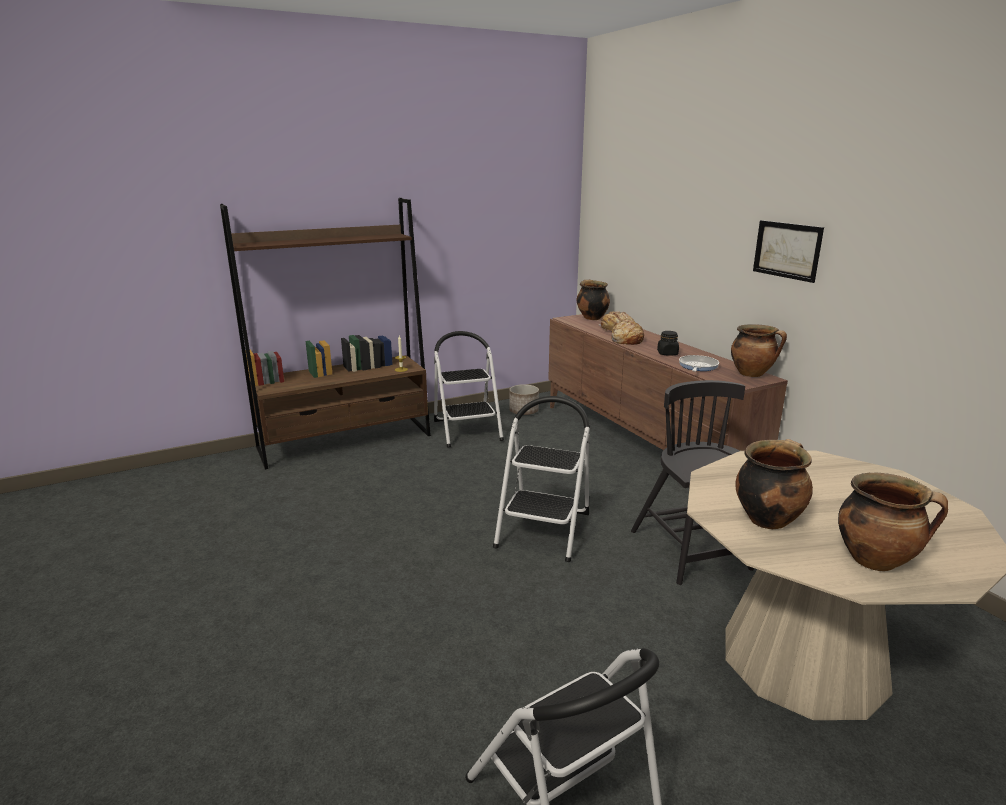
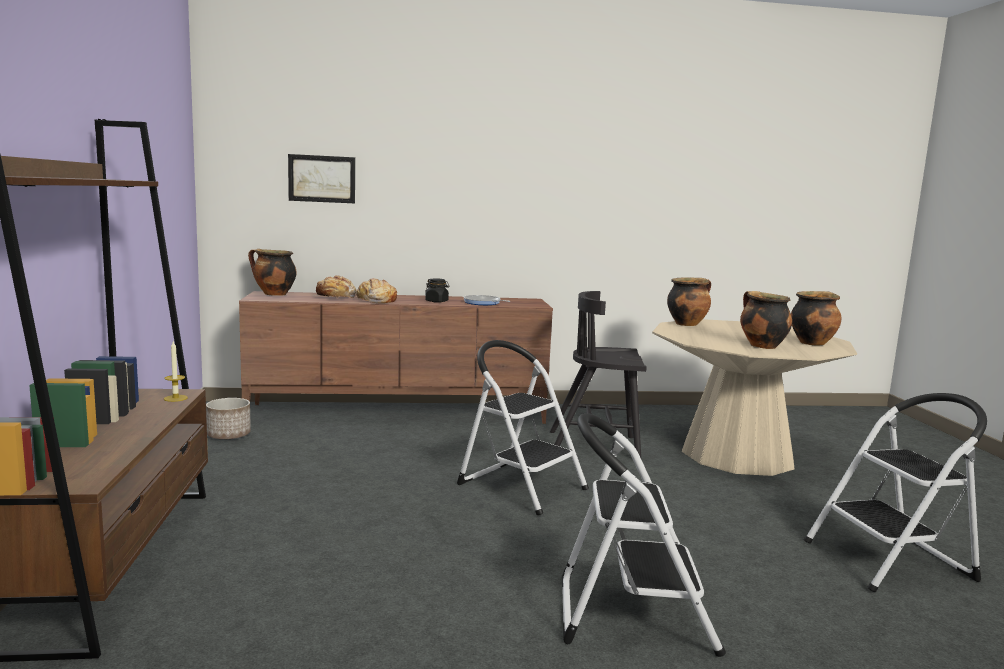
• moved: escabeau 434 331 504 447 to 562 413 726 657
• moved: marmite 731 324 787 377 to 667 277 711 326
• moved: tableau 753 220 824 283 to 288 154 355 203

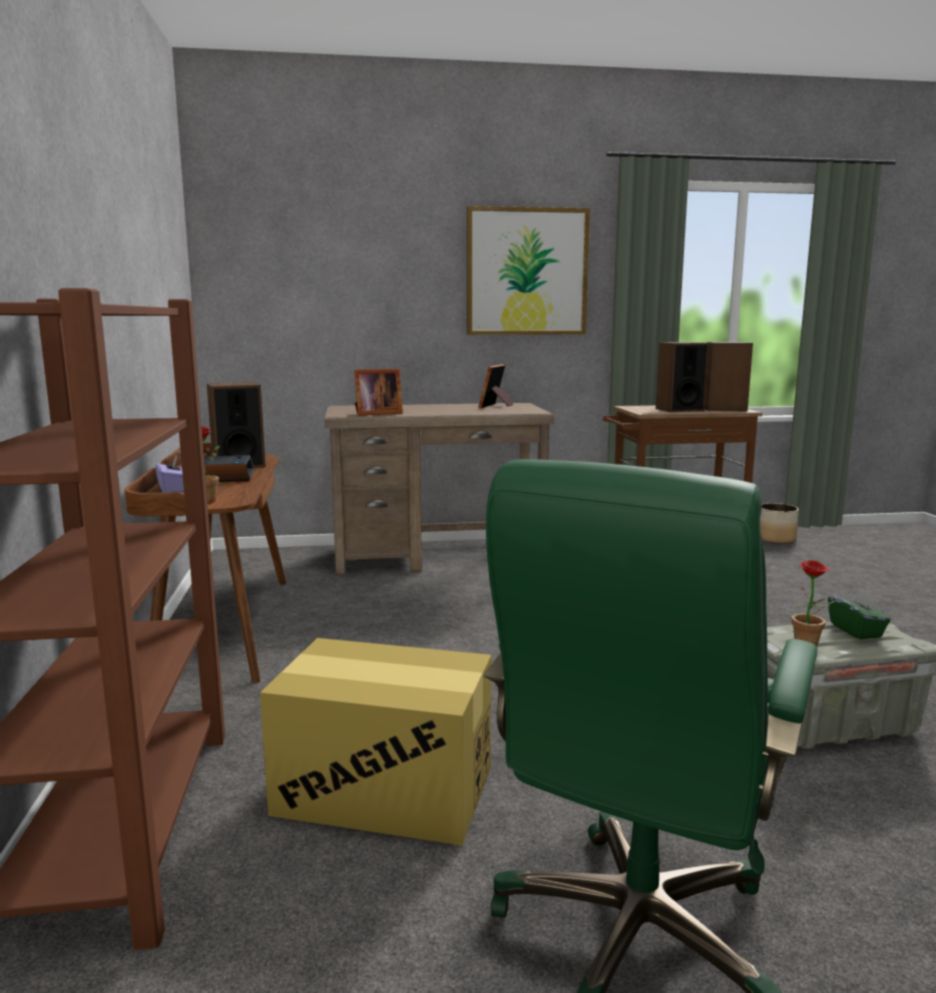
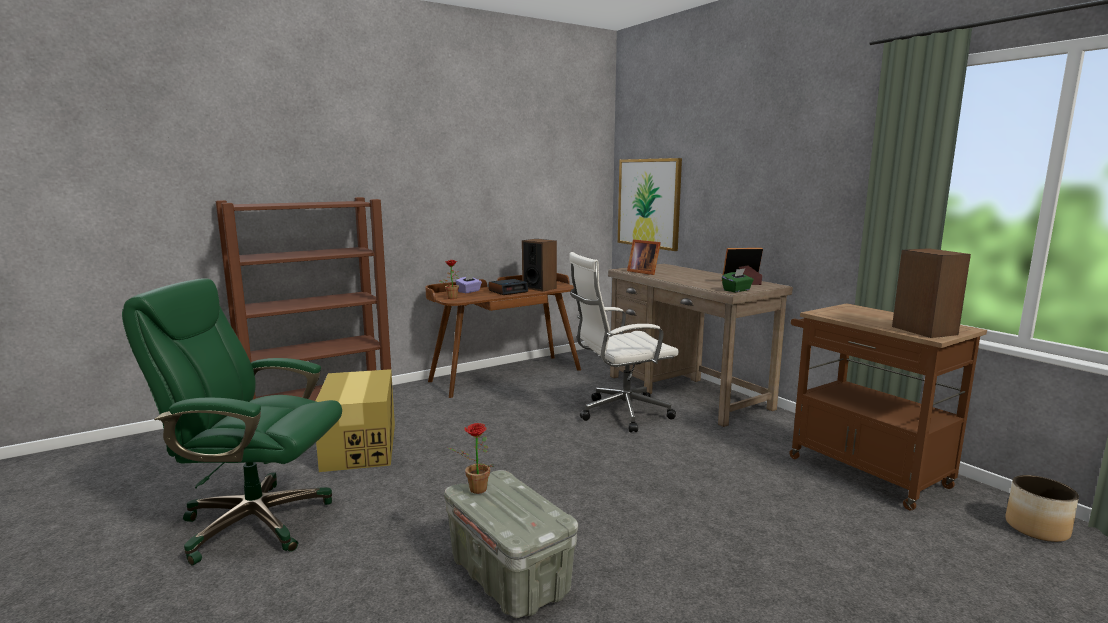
• removed: enceinte 656 342 709 412
• added: chaise de bureau [blanc] 570 252 679 432
• moved: tableau 467 206 590 335 to 618 158 682 251
• moved: boîte à mouchoirs [vert] 828 588 891 639 to 722 268 754 292

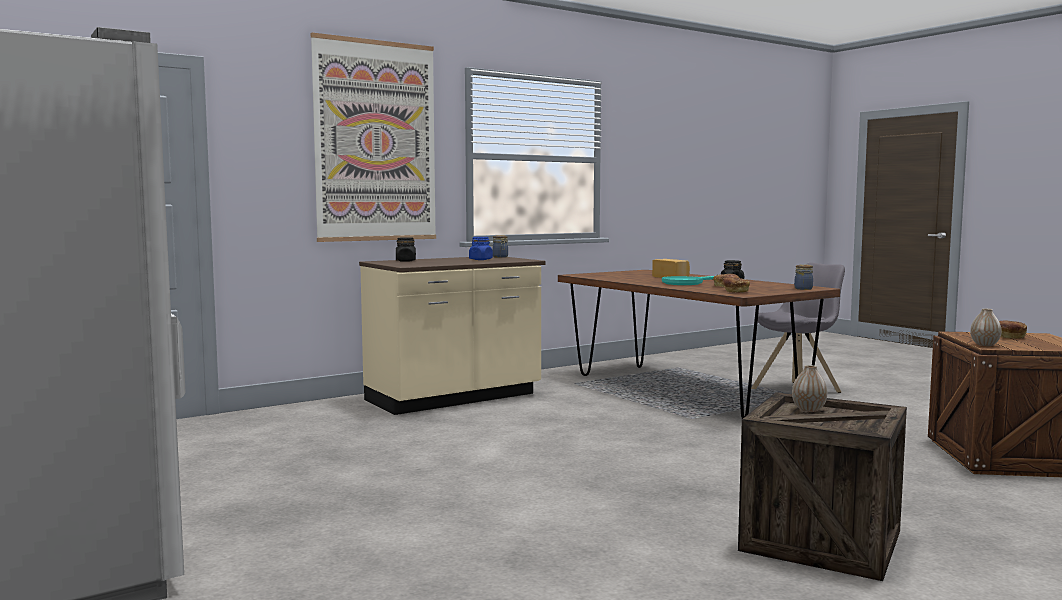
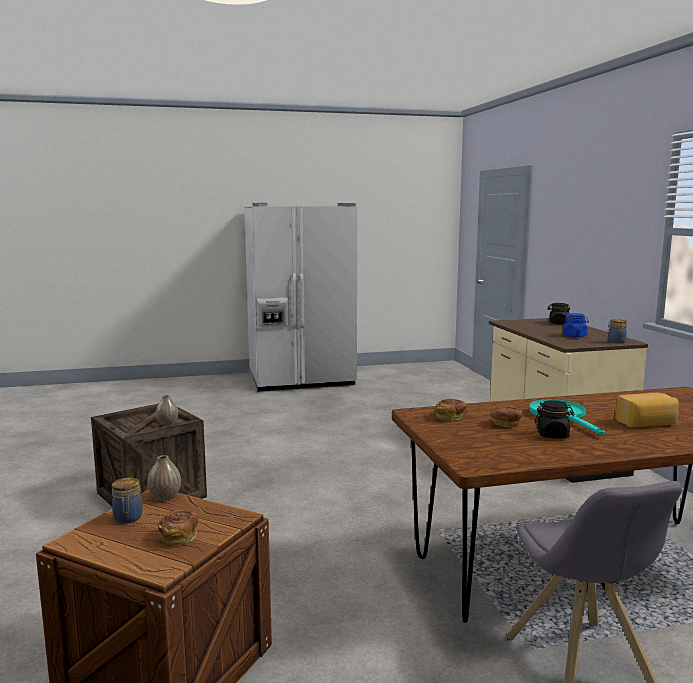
• removed: tableau 311 33 436 242
• moved: bocal 794 264 813 290 to 112 478 143 523

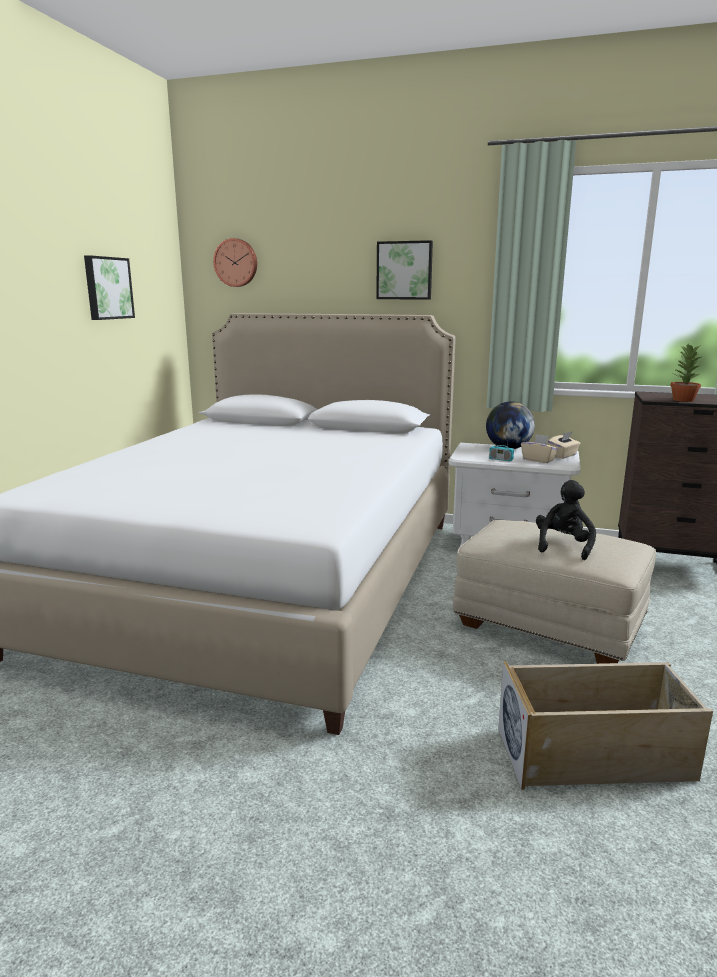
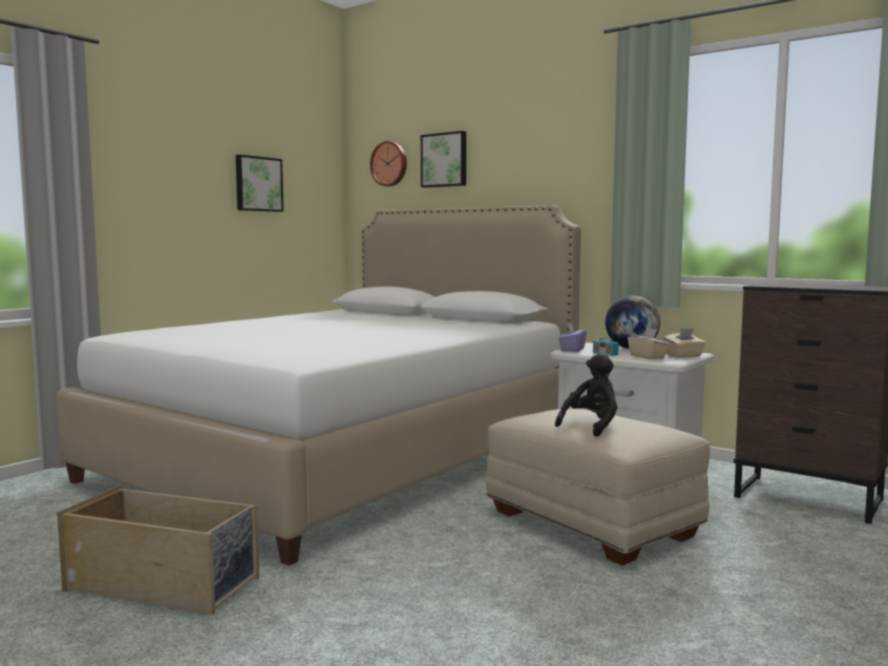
• removed: plante en pot 670 344 702 402
• added: boîte à mouchoirs [violet] 558 323 587 352
• moved: tableau 376 240 433 299 to 421 131 466 188
• moved: boîte de rangement [beige] 498 661 713 790 to 57 485 259 615

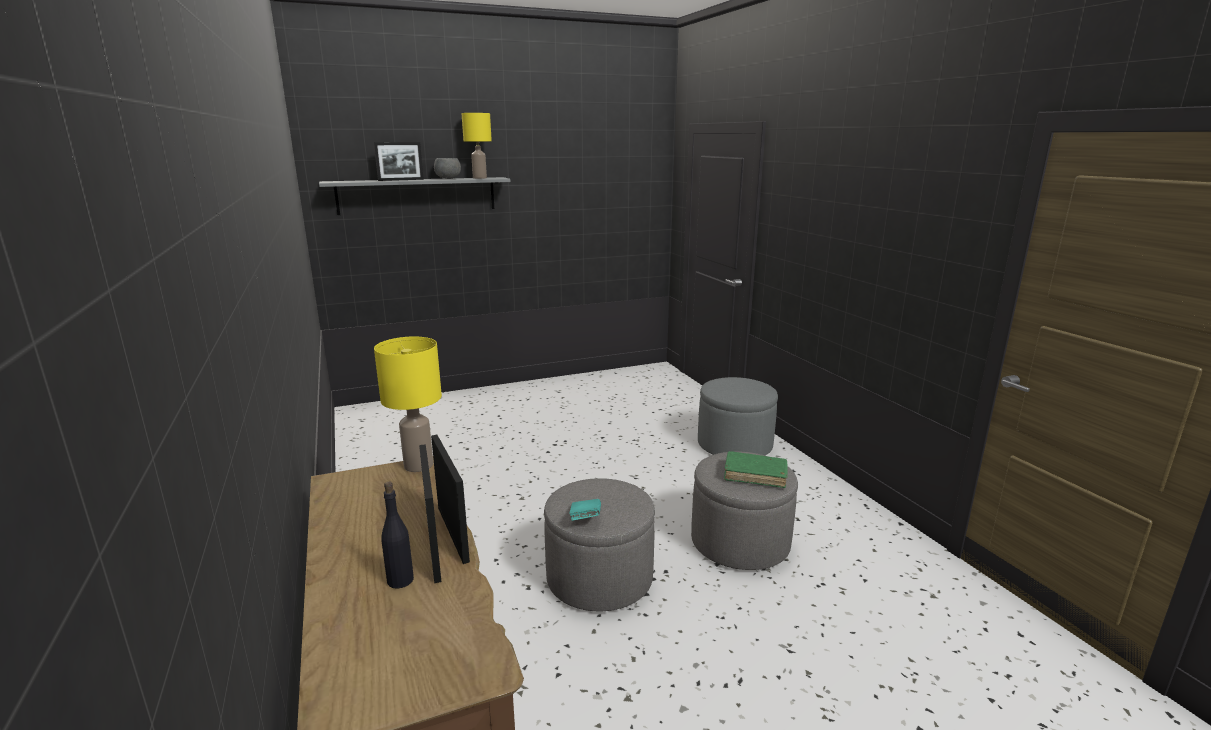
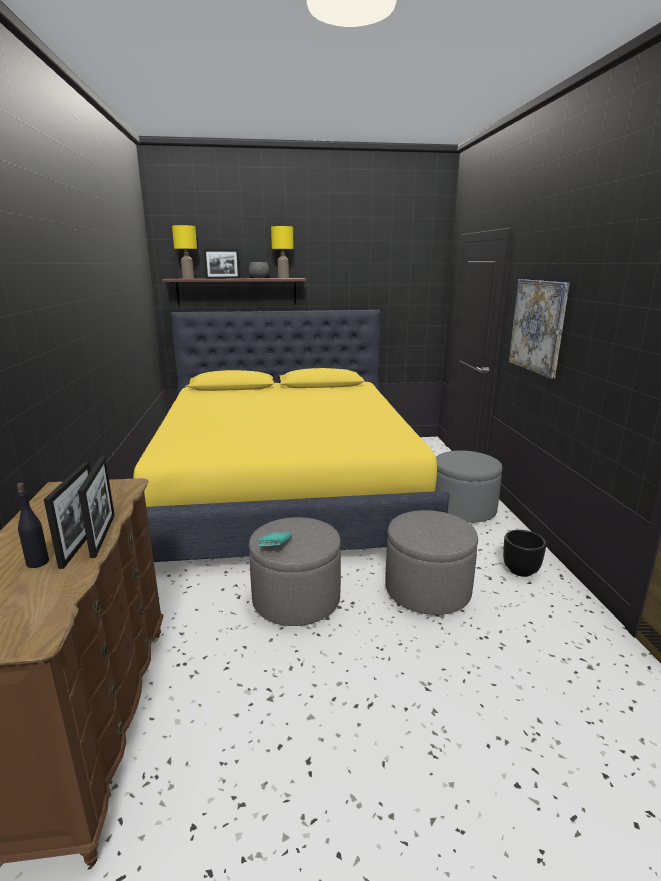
• removed: livre [vert] 724 451 788 488
• added: lit [jaune] 133 310 450 562
• added: cache-pot [noir] 503 530 546 577
• added: tableau 509 279 569 379
• moved: lampe de table [jaune] 374 336 442 472 to 172 225 197 279
• recoloured: étagère [gris] 319 177 510 215 to étagère [marron] 162 278 306 304

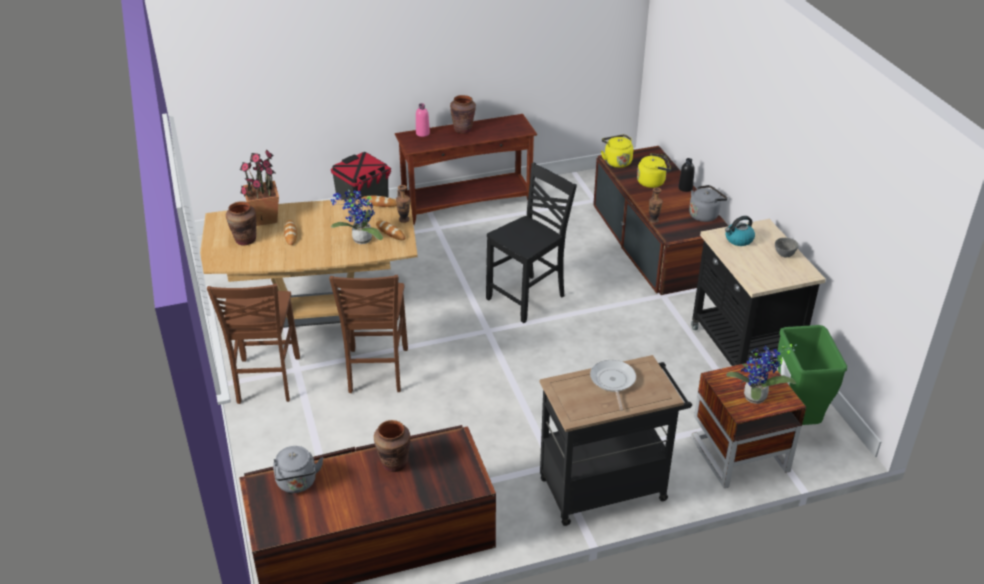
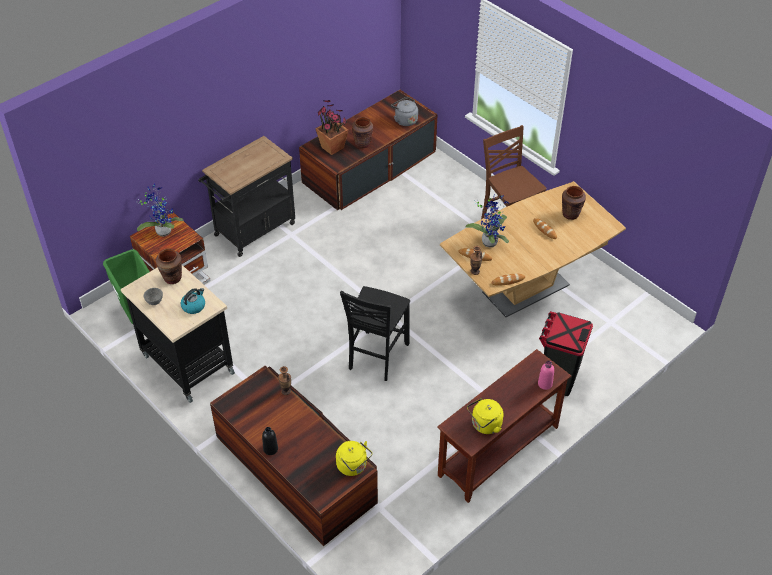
• removed: chaise [marron] 329 275 408 393
• removed: poêle 590 360 636 411
• removed: bouilloire [gris] 689 185 728 222
• moved: plante en pot 240 150 279 226 to 315 100 348 155
• moved: vase [marron] 450 95 476 133 to 156 249 182 284
• moved: bouilloire [jaune] 637 153 671 188 to 467 398 503 434

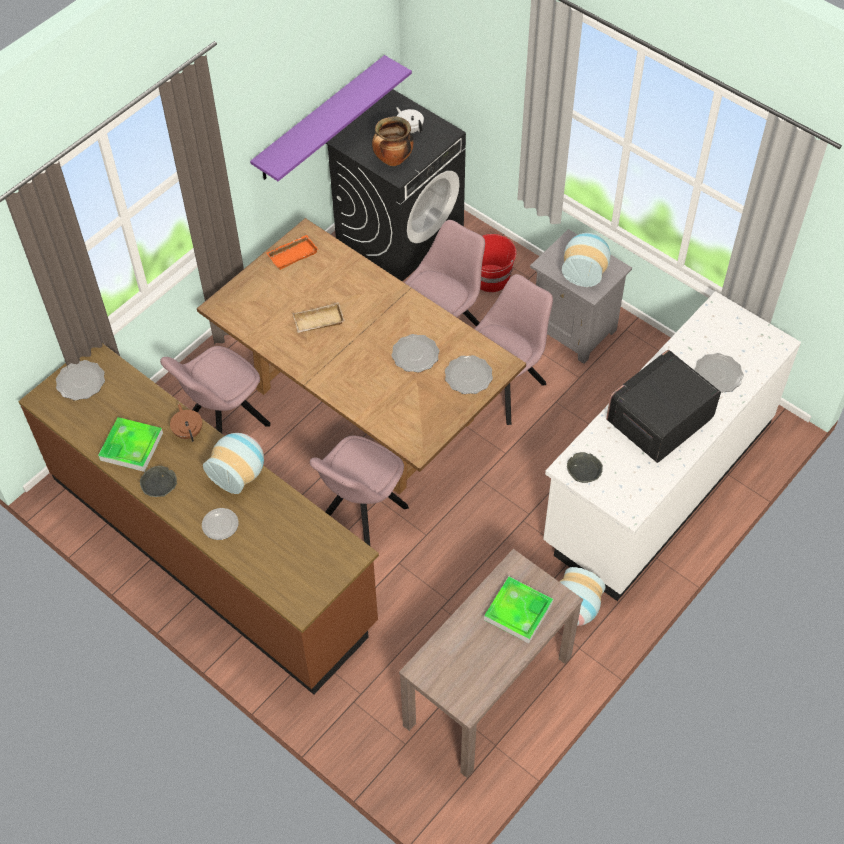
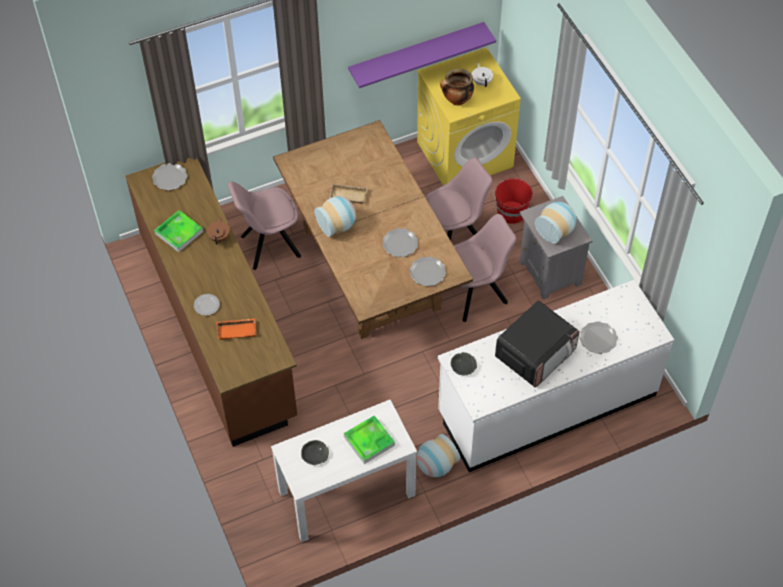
• removed: chaise [rose] 310 436 409 546
• moved: bol [gris] 140 466 177 497 to 301 440 329 465
• moved: vase 203 433 264 494 to 314 197 356 237
• moved: plateau [orange] 267 235 318 270 to 216 318 256 340
• recoloured: lave-linge [noir] 326 89 466 282 to lave-linge [jaune] 417 47 521 186
• recoloured: table console [marron] 399 549 583 778 to table console [blanc] 271 400 417 542
• turned: micro-ondes 606 350 721 463 = 495 301 579 387 150 degrees clockwise

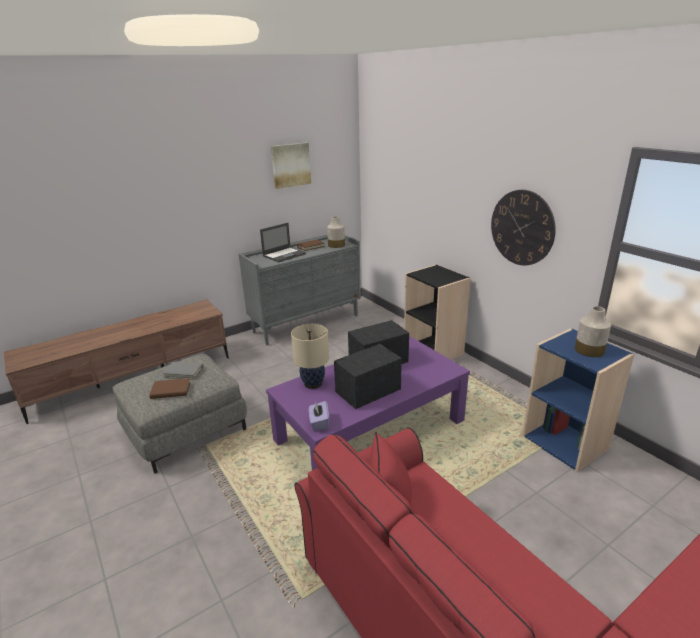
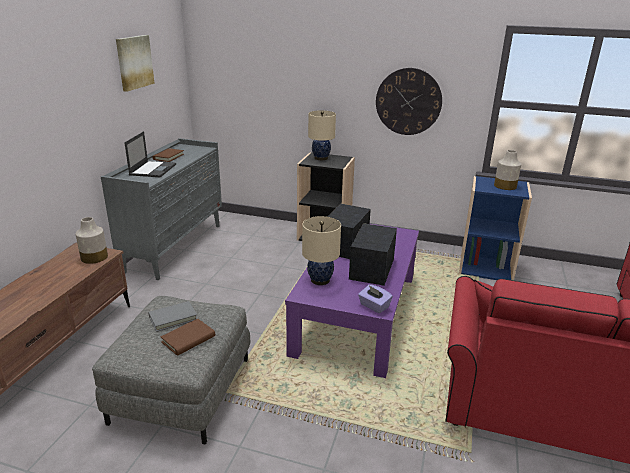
• added: lampe de table [beige] 308 110 336 160
• moved: vase [beige] 327 216 345 248 to 76 217 108 264

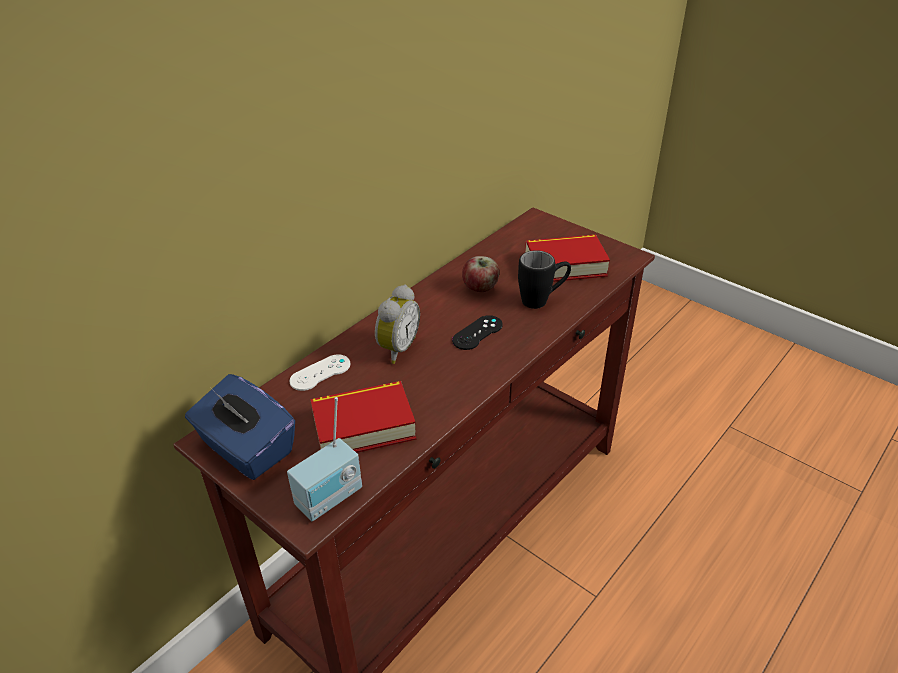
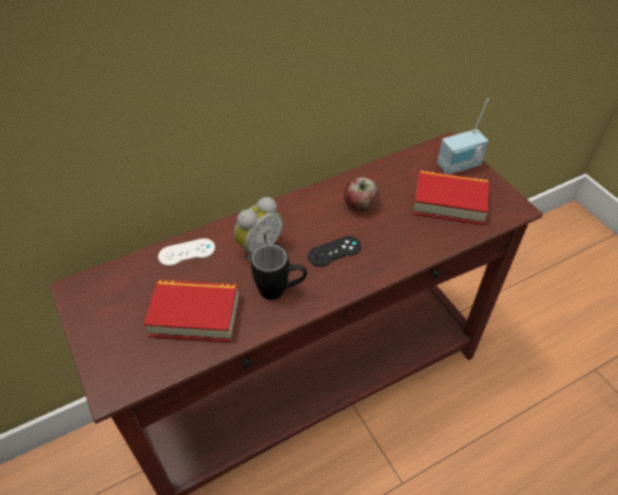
• removed: boîte à mouchoirs [bleu] 185 374 295 480
• moved: radio 287 397 362 521 to 437 98 489 175
• moved: mug [noir] 518 250 571 309 to 251 244 307 300

